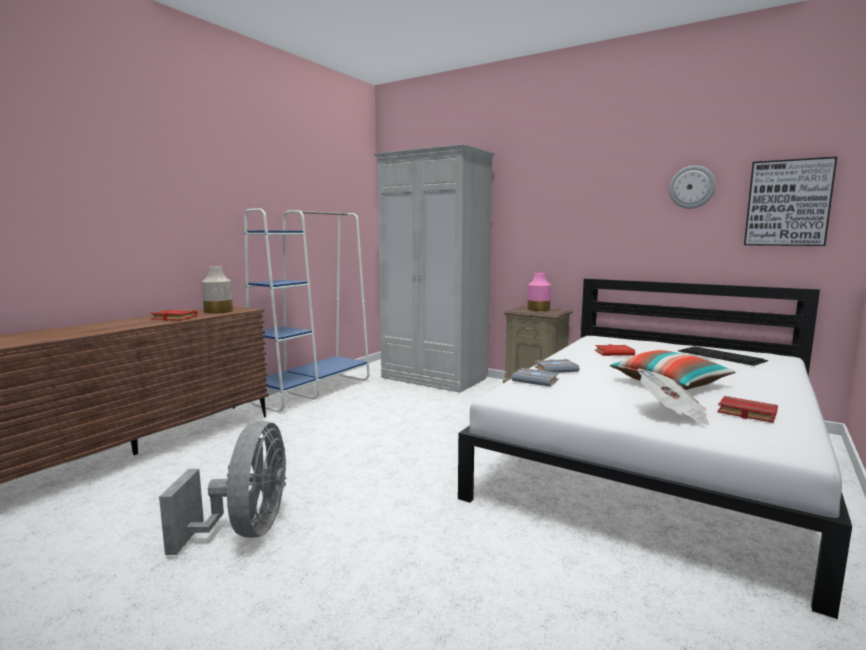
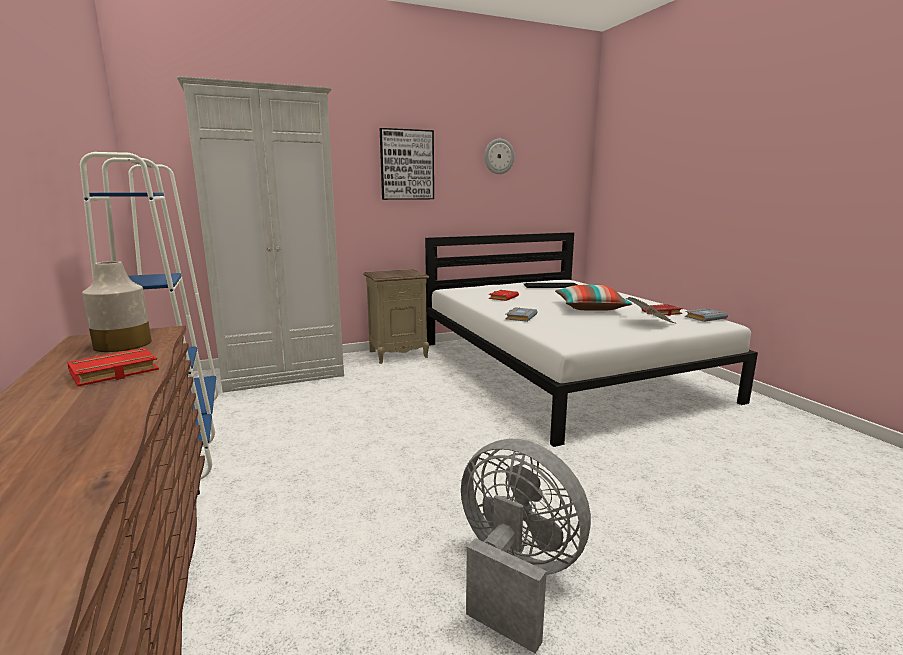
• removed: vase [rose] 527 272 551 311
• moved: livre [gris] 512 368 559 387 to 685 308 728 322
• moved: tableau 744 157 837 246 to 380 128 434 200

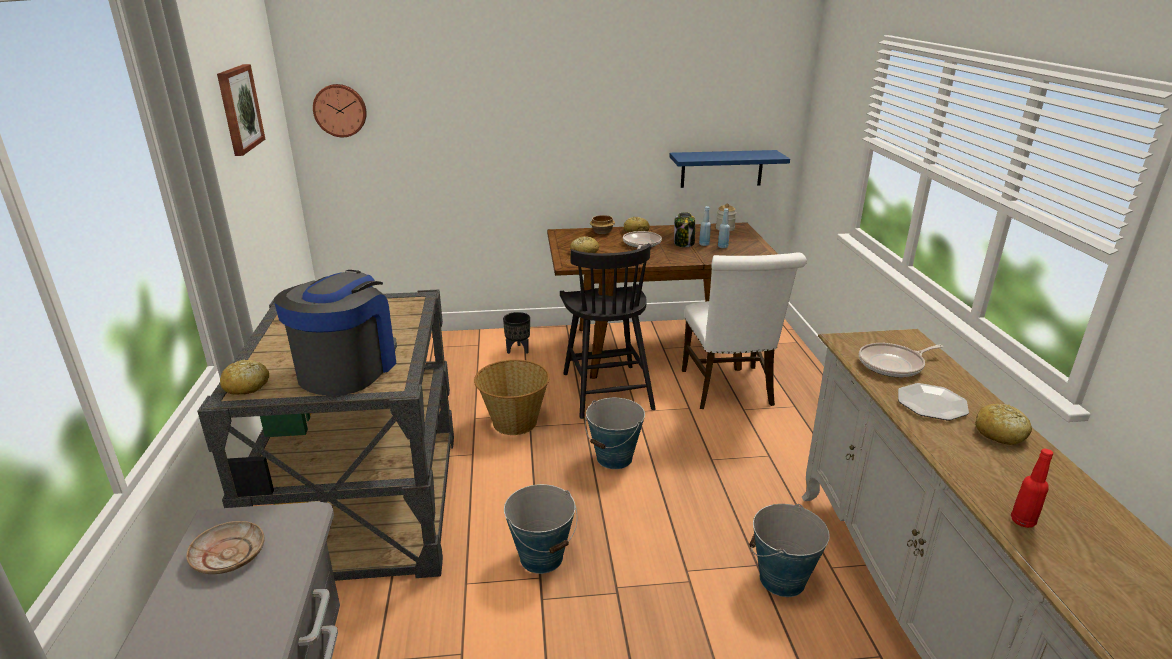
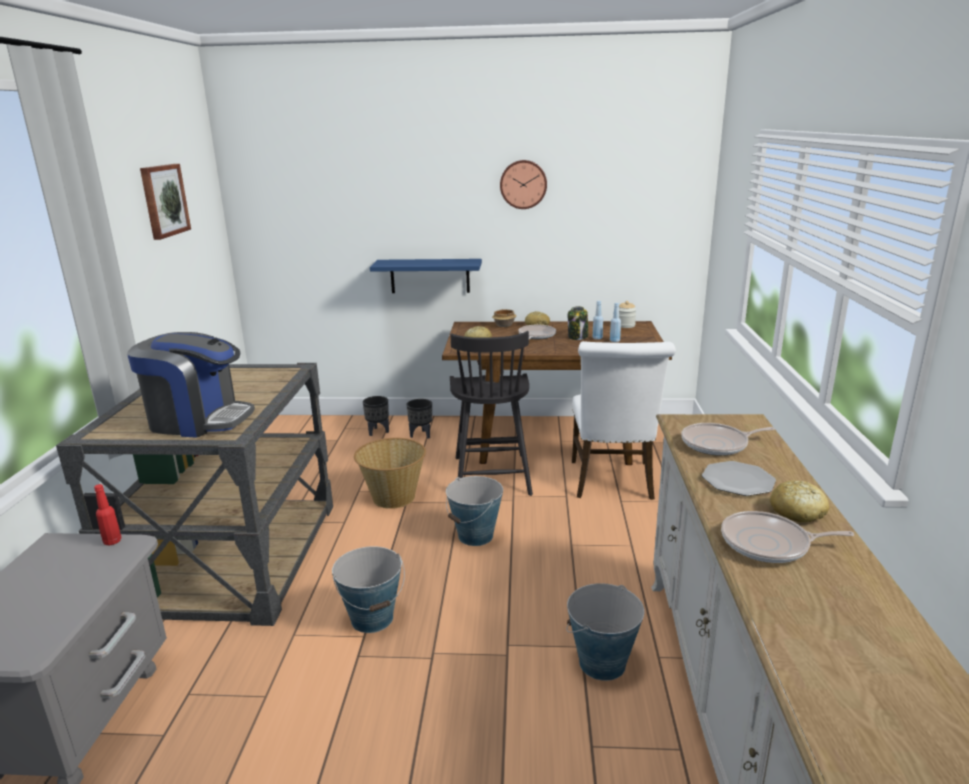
• removed: assiette [beige] 186 521 264 574
• removed: pain 220 359 269 395
• added: cache-pot [noir] 363 396 389 436
• added: poêle 721 511 854 563
• moved: horloge murale 313 84 367 137 to 500 160 547 209
• moved: étagère [bleu] 669 150 790 188 to 370 259 482 293
• moved: bouteille [rouge] 1011 449 1053 528 to 94 484 122 545
• turned: machine à café 274 270 397 396 = 127 332 255 438 75 degrees clockwise

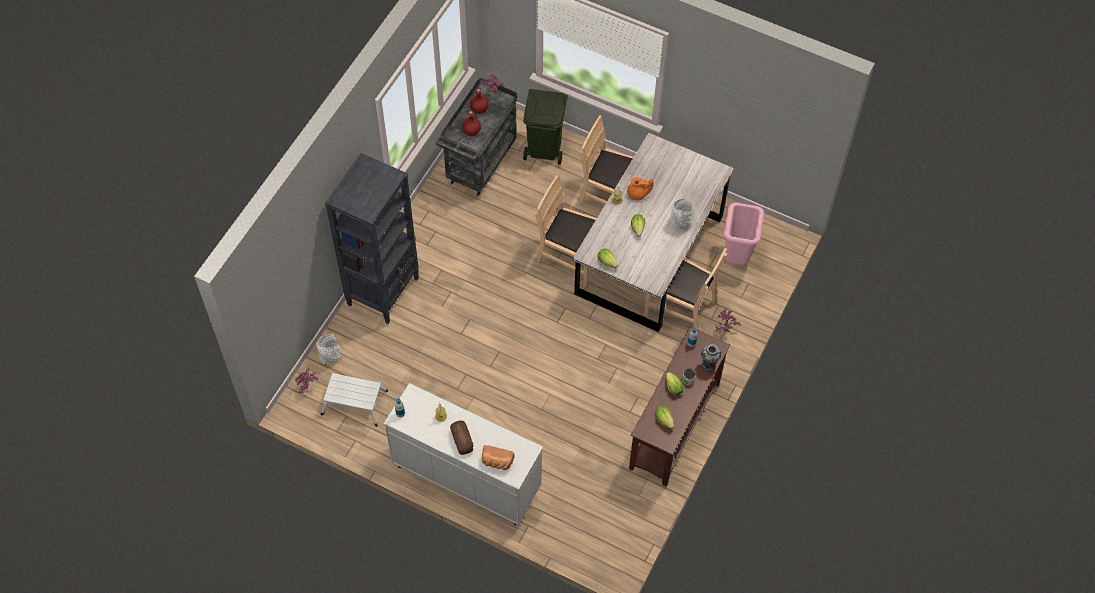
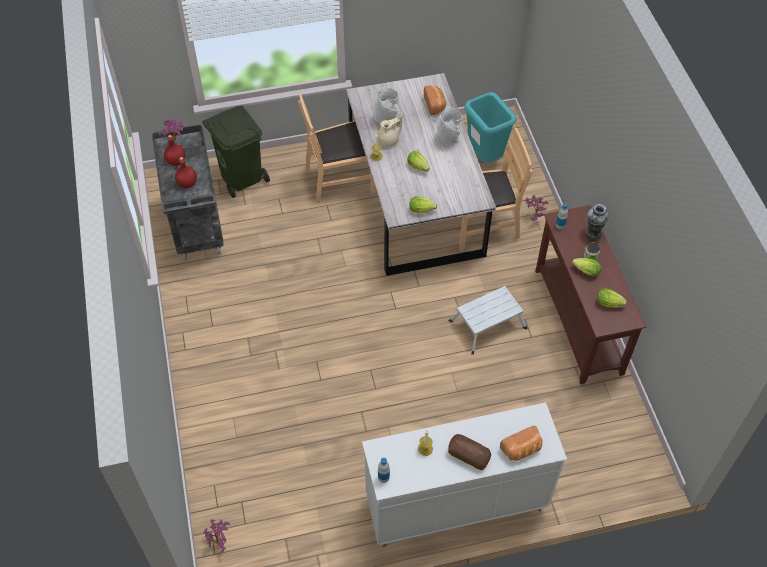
• removed: bibliothèque [noir] 325 153 419 324
• removed: chaise [marron] 535 175 597 288
• added: pain 424 86 446 115
• moved: vase [gris] 316 334 341 364 to 374 86 399 124
• moved: escabeau [blanc] 321 373 388 427 to 449 286 527 355
• recoloured: théière [orange] 627 177 654 200 to théière [beige] 377 113 402 147
• recoloured: poubelle [rose] 724 203 764 265 to poubelle [turquoise] 464 92 516 163

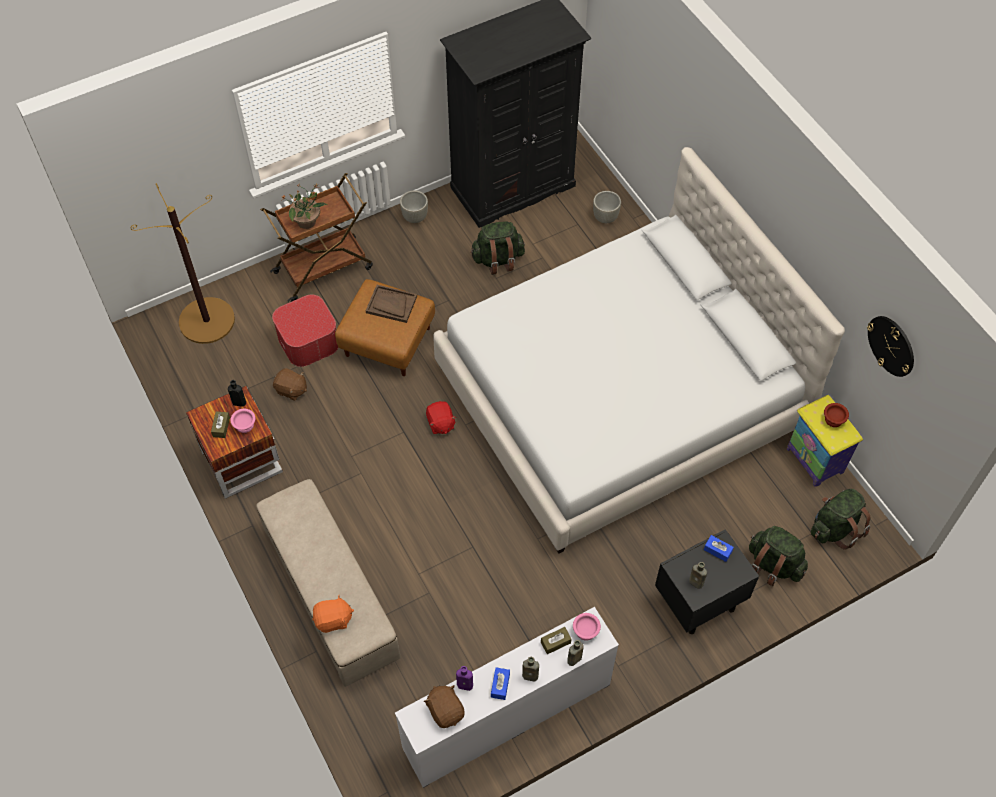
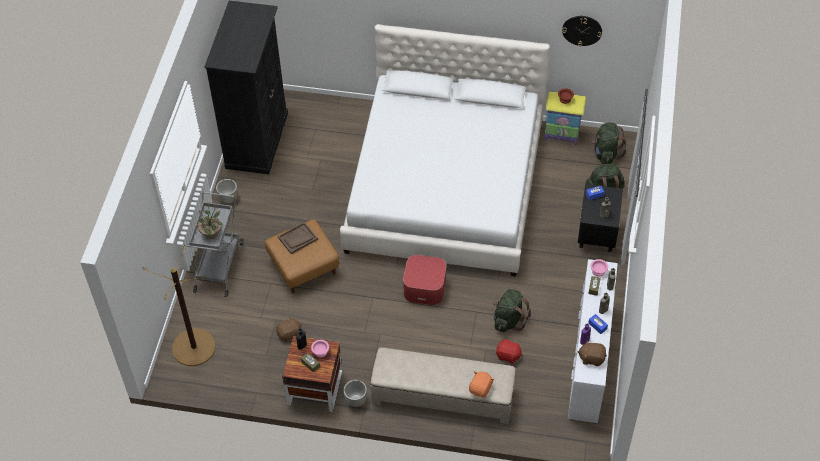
• moved: pouf 272 295 338 367 to 403 255 447 305
• moved: peluche [rouge] 426 401 457 434 to 496 339 523 364
• moved: sac à dos [vert] 470 222 525 275 to 494 289 531 333
• moved: cache-pot [gris] 593 191 621 223 to 343 380 367 407
• recoloured: chariot [marron] 260 173 373 302 to chariot [gris] 184 190 244 297

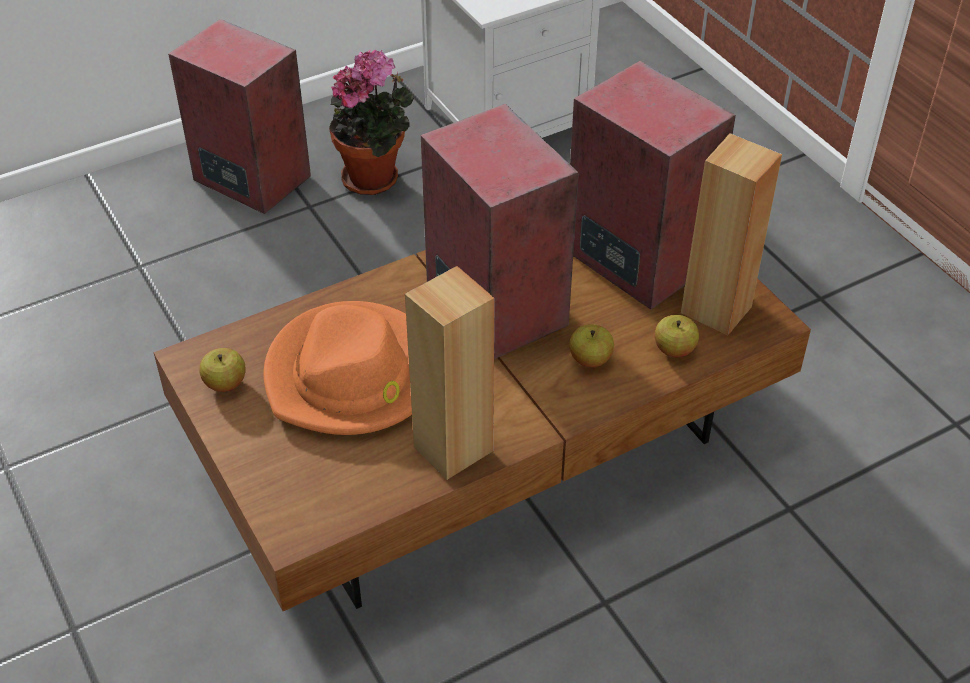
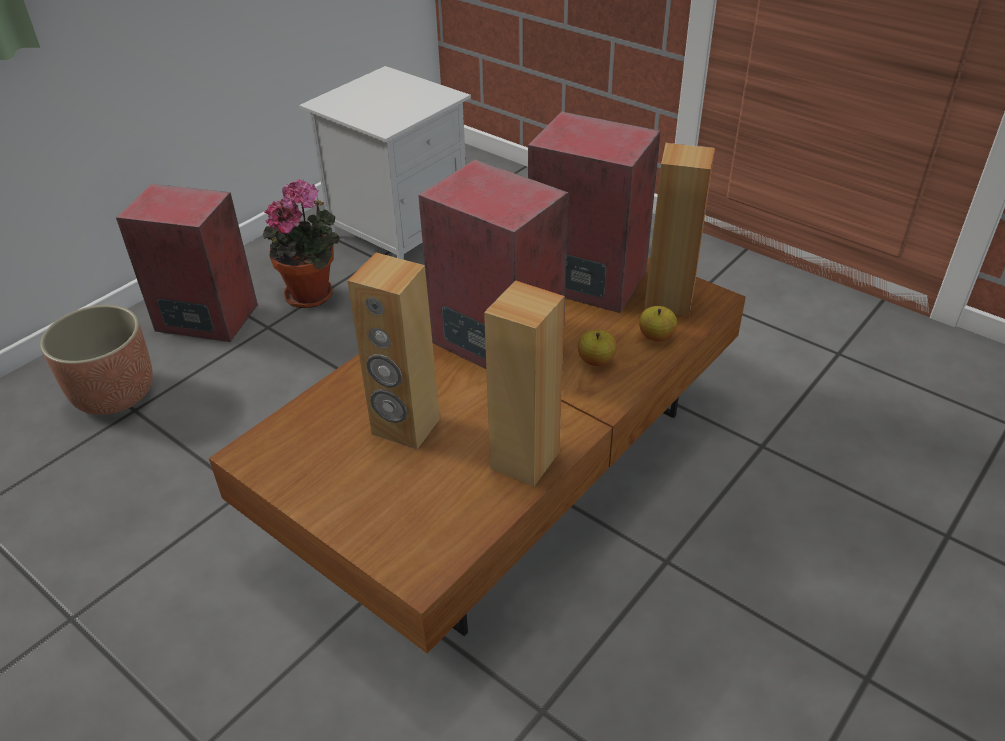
• removed: pomme 199 348 246 392
• added: cache-pot 40 305 153 415
• replaced: chapeau [orange] 264 301 412 435 to enceinte [marron] 347 253 440 450

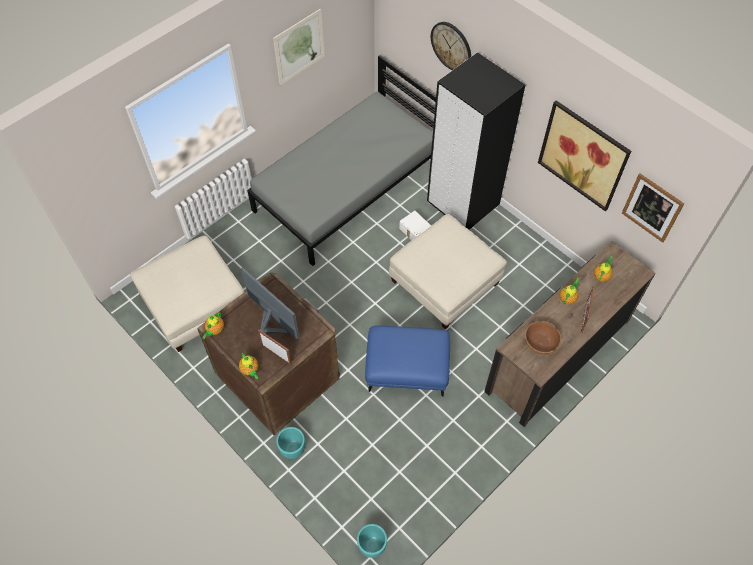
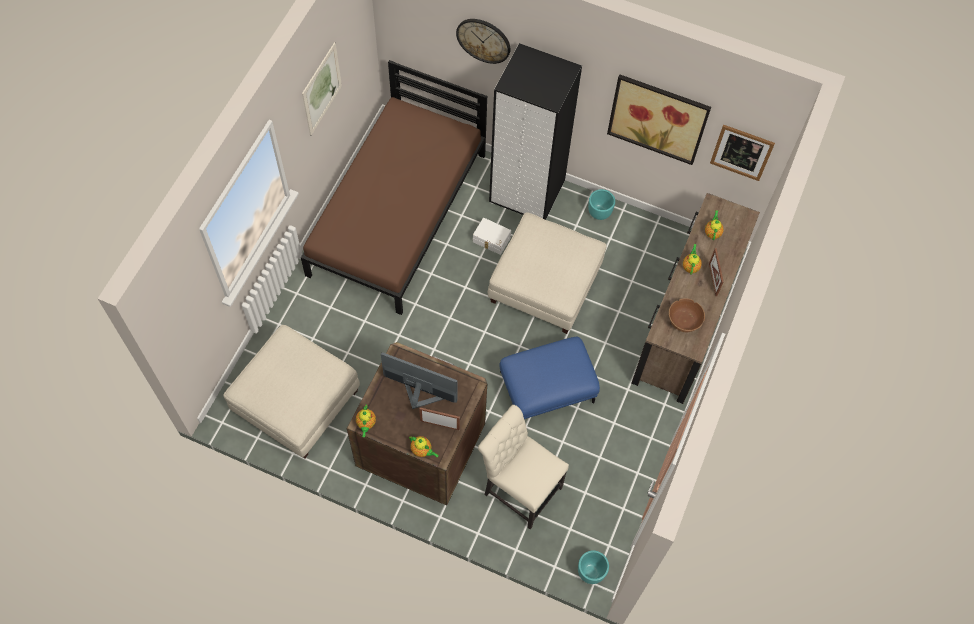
• added: chaise [beige] 478 405 569 529
• moved: cache-pot [turquoise] 276 427 305 459 to 588 189 615 220
• recoloured: lit [gris] 247 55 436 266 to lit [marron] 301 60 487 315

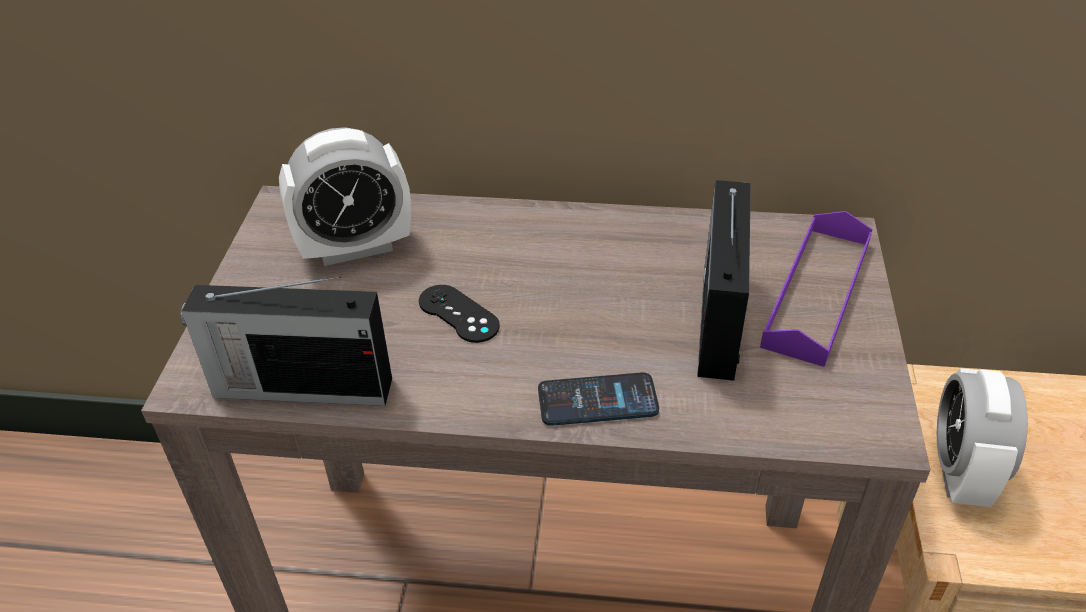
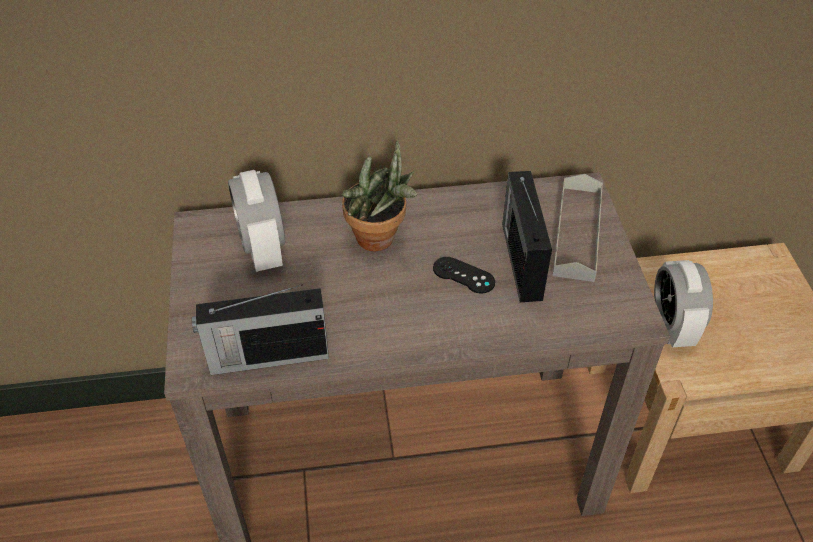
• removed: téléphone 538 372 659 426
• added: plante en pot 342 140 417 251
• moved: manette [noir] 419 285 500 343 to 433 257 495 294
• recoloured: plateau [violet] 760 211 873 367 to plateau [gris] 553 174 603 282
• turned: réveil 279 127 411 266 = 228 170 285 272 105 degrees clockwise

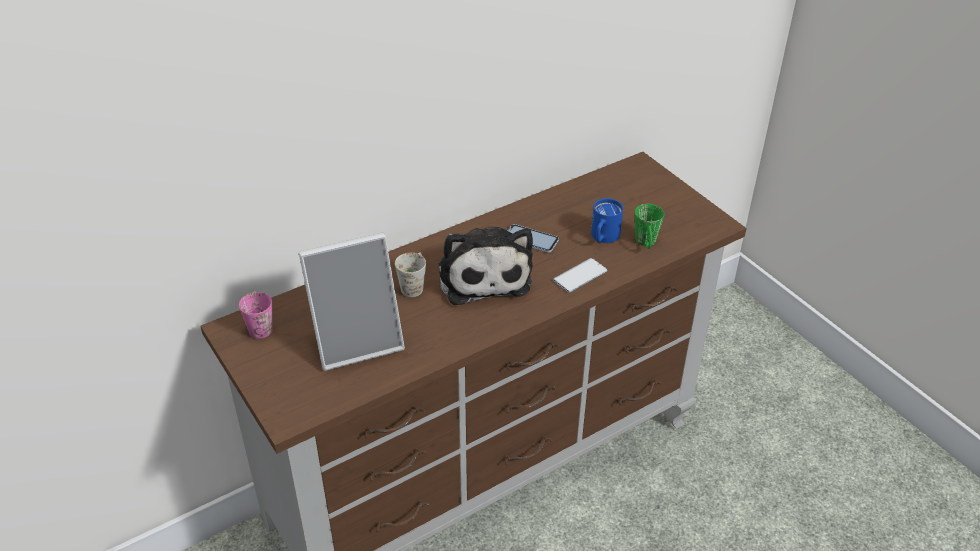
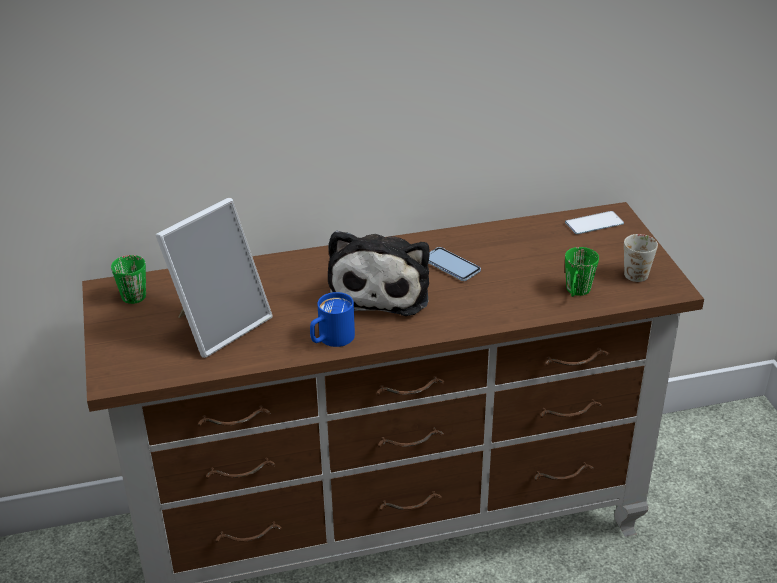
• moved: mug [blanc] 395 252 426 297 to 624 234 658 282
• moved: téléphone 553 258 608 292 to 565 211 624 234
• moved: mug [bleu] 591 198 623 243 to 310 292 355 347
• recoloured: mug [rose] 239 291 273 339 to mug [vert] 111 255 146 304
• turned: cadre photo 299 233 405 371 = 156 198 273 358 45 degrees counterclockwise

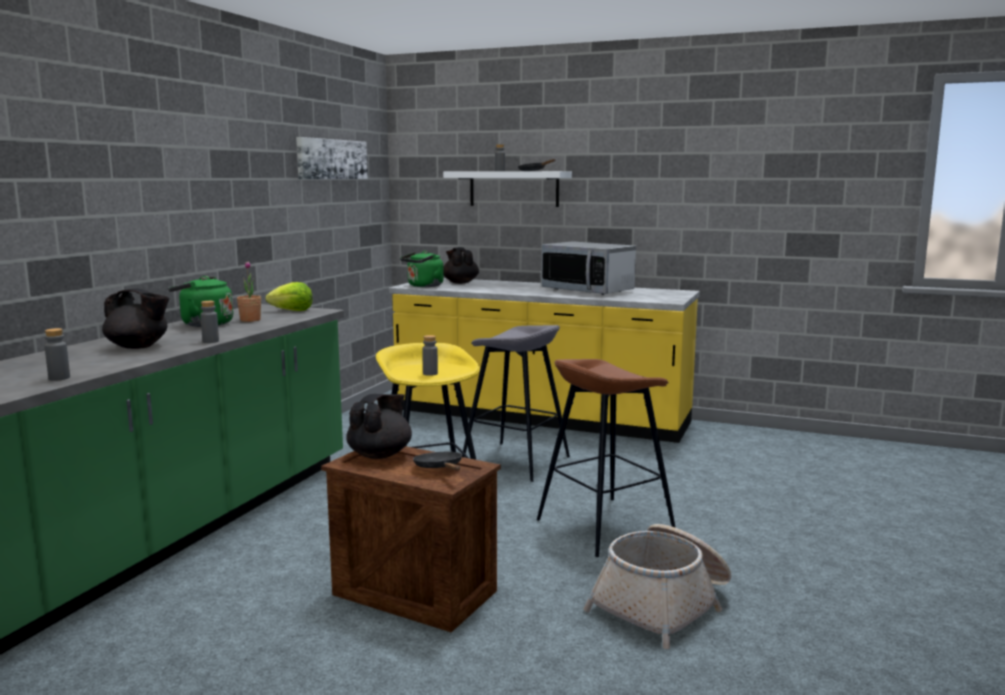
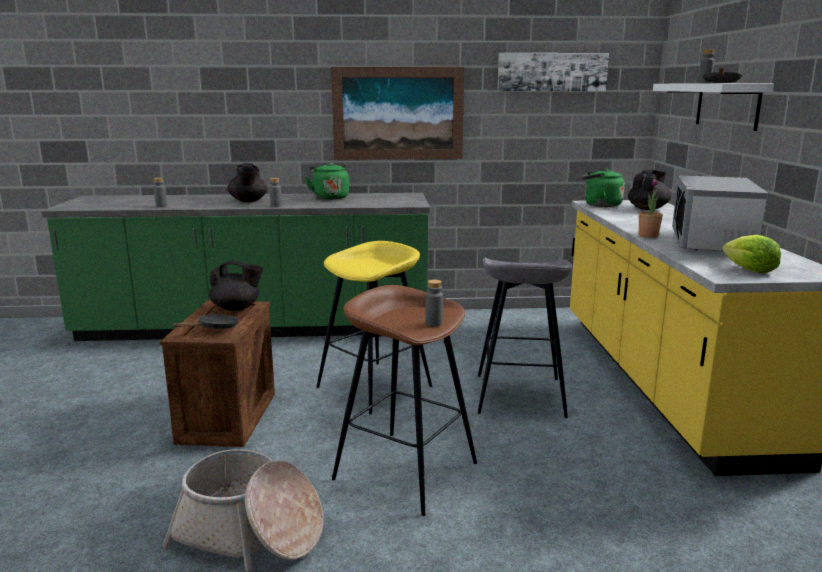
• added: tableau 331 67 465 160
• moved: plante en pot 237 261 261 322 to 639 179 663 238
• moved: laitue 266 282 313 311 to 722 235 781 274
• moved: bouteille [gris] 422 335 438 376 to 426 280 443 326

